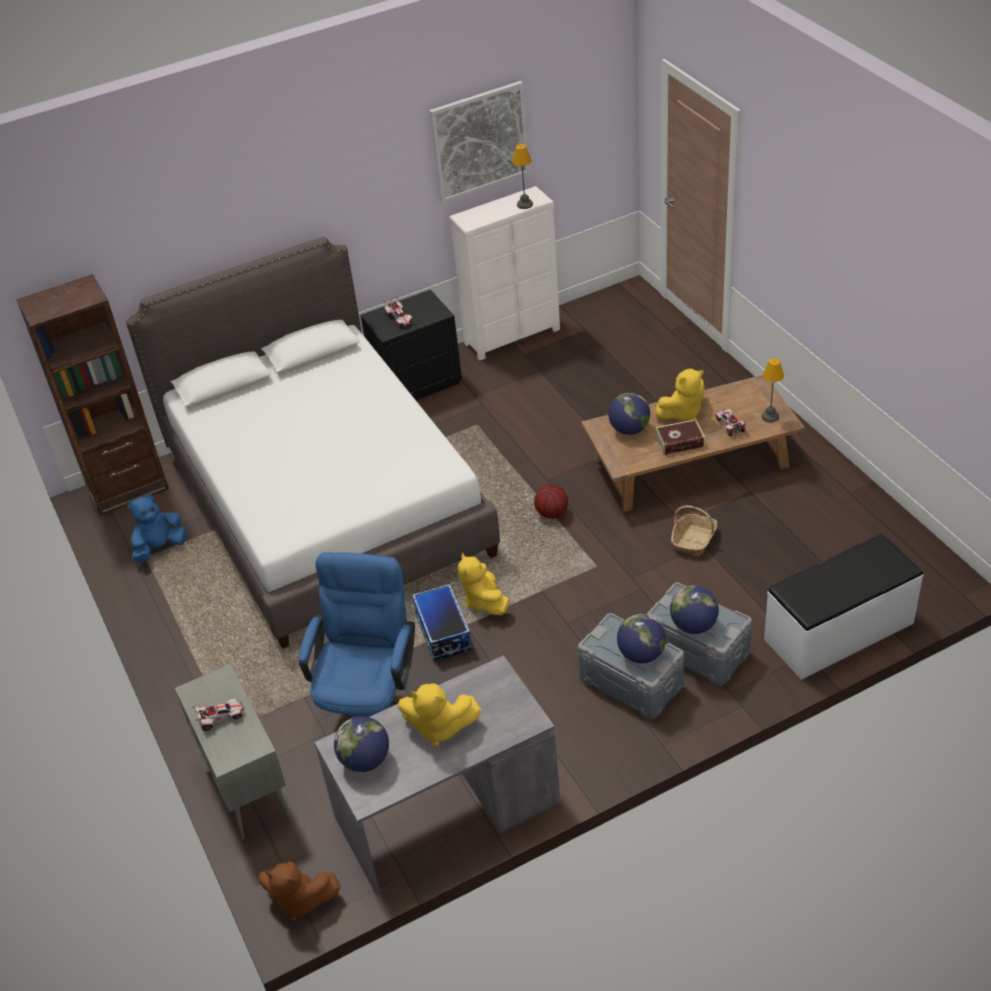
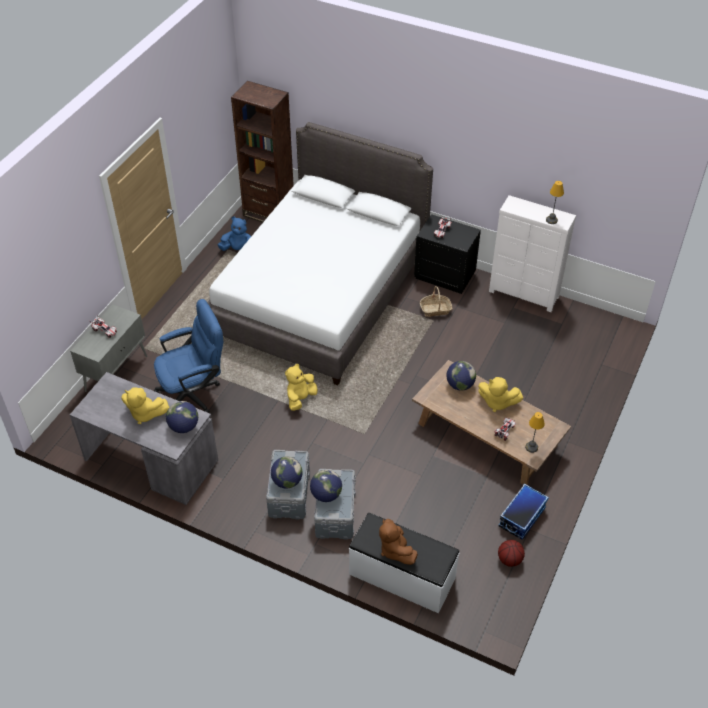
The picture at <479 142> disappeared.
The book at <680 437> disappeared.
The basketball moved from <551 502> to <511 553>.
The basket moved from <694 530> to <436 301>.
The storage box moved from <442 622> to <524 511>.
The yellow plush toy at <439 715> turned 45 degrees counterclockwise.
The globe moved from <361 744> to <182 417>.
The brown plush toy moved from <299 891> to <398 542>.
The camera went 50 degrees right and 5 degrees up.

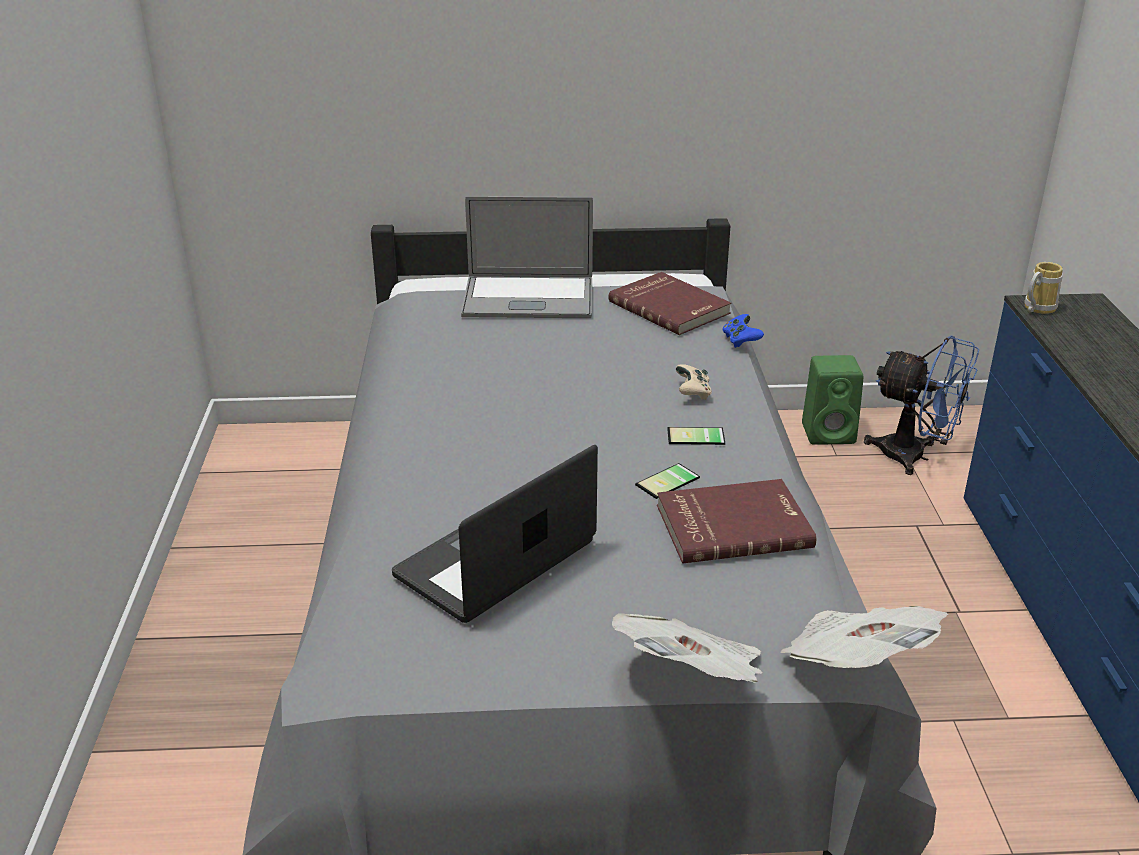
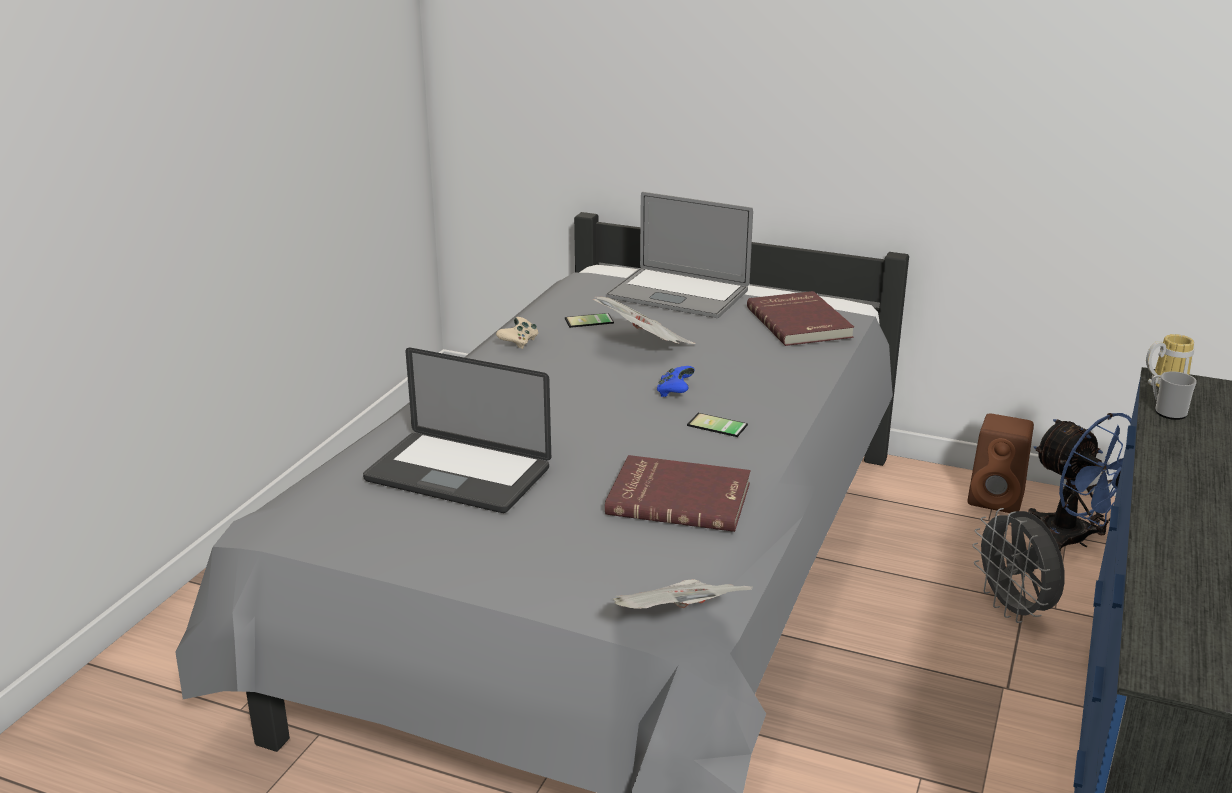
The blue game controller moved from <743 331> to <676 381>.
The green speaker at <832 400> became the brown speaker at <1001 463>.
The beige game controller moved from <694 382> to <517 333>.
The laptop at <495 534> turned 135 degrees counterclockwise.
The phone moved from <667 481> to <589 320>.
The newspaper moved from <687 648> to <644 320>.
The mug at <1174 395> appeared.
The grey fan at <1018 565> appeared.
The camera went 25 degrees right and 5 degrees down.

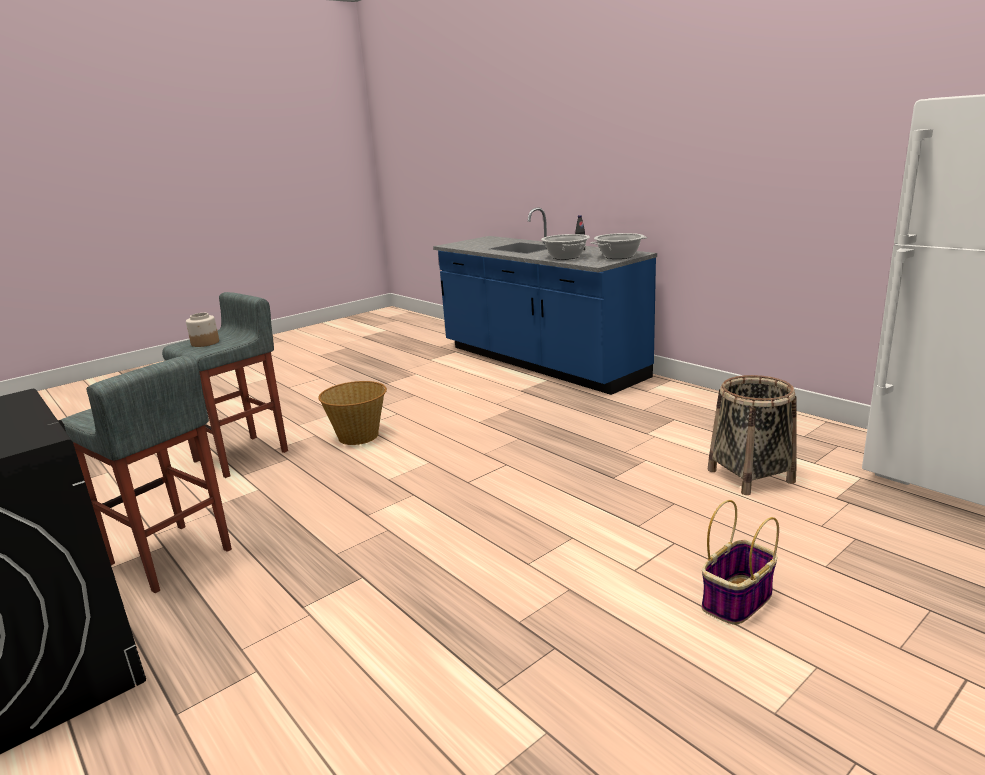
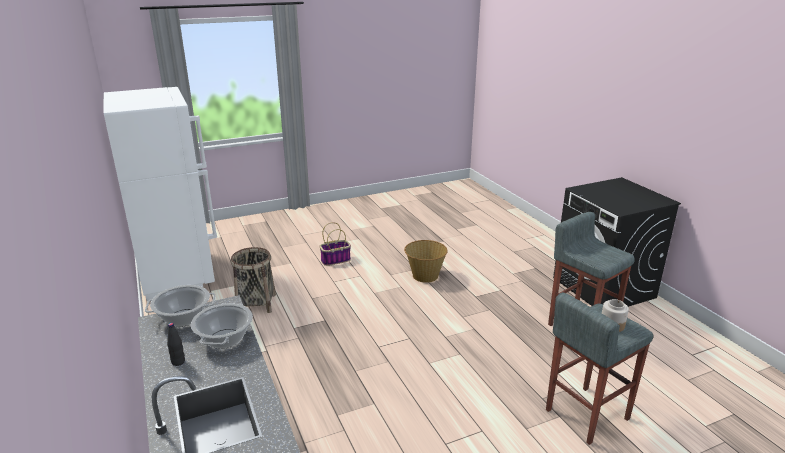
The basket moved from <353 413> to <426 261>.
The camera went 165 degrees left and 5 degrees up.

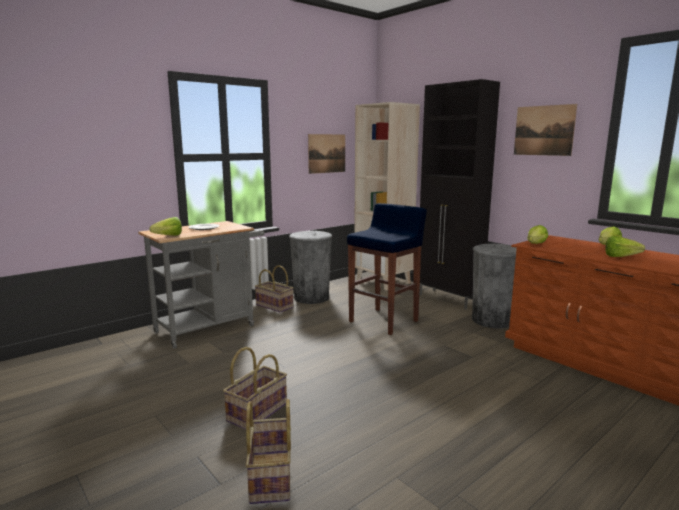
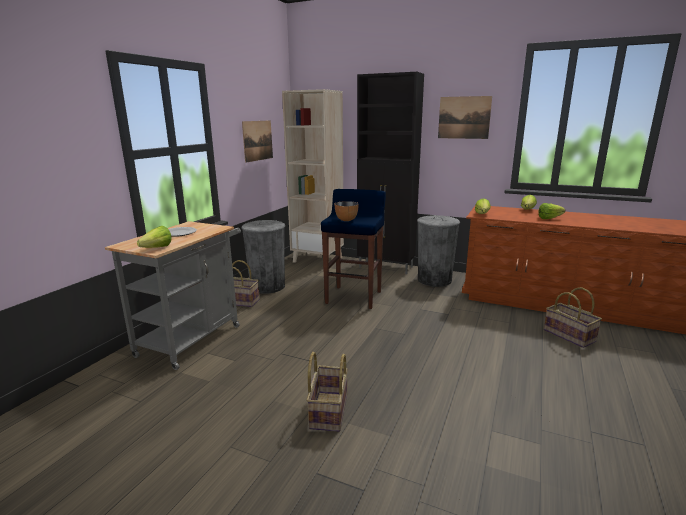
The basket moved from <268 451> to <573 317>.
The bowl at <347 211> appeared.
The camera went 25 degrees left and 5 degrees up.

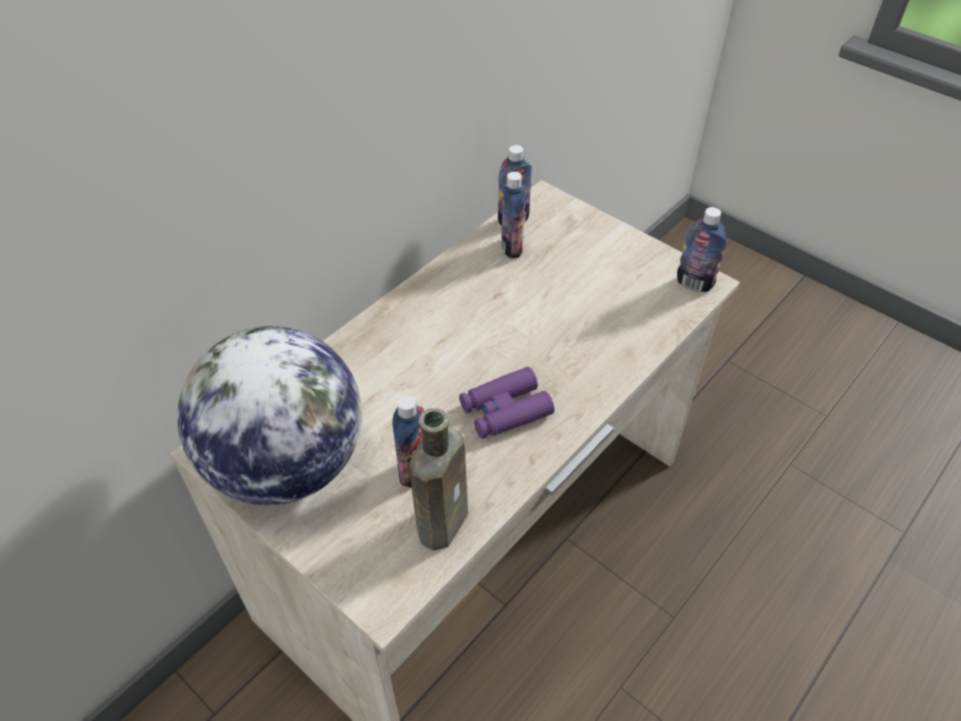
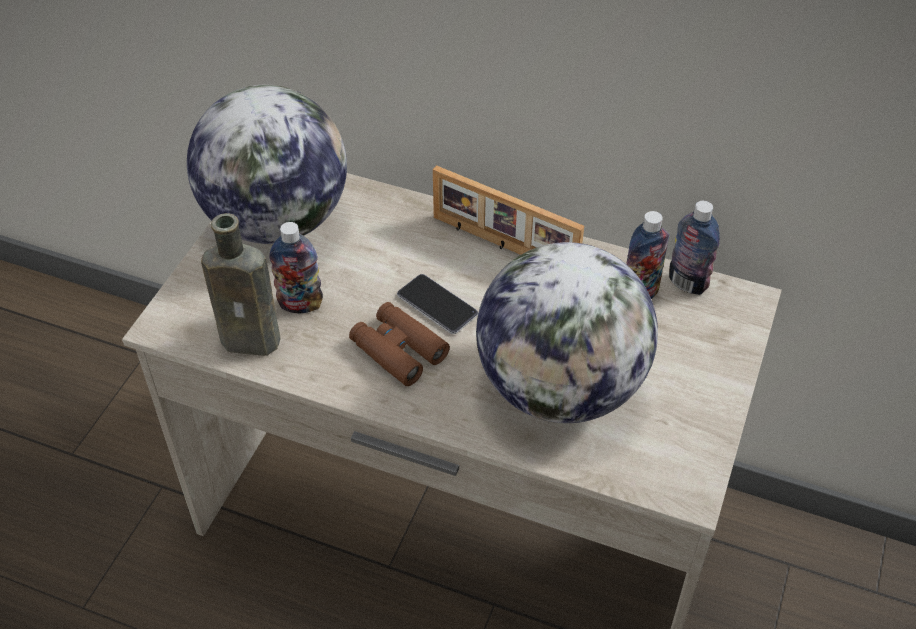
The bottle at <702 249> disappeared.
The purple binoculars at <506 403> became the brown binoculars at <399 344>.
The picture frame at <508 210> appeared.
The globe at <567 332> appeared.
The phone at <437 304> appeared.
The camera went 70 degrees right and 0 degrees up.

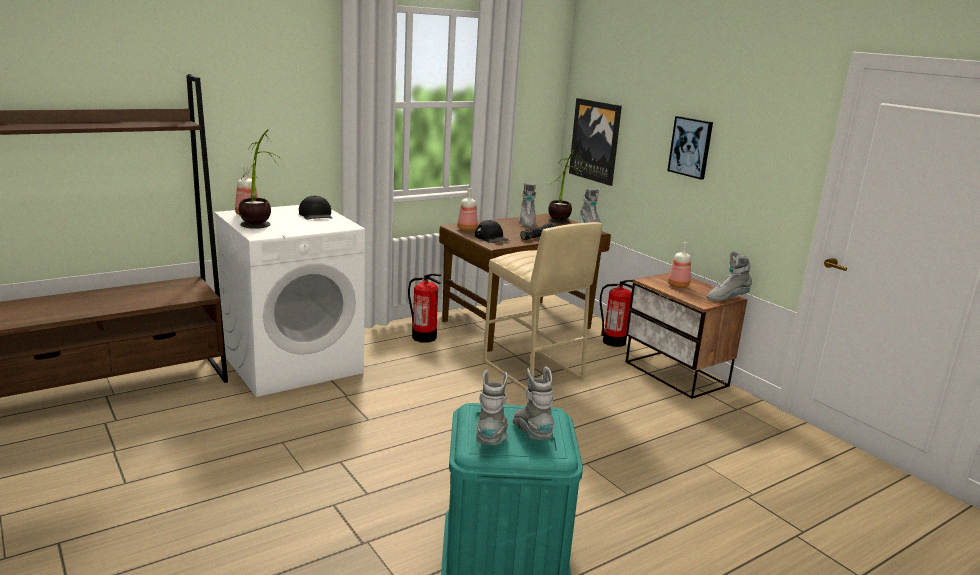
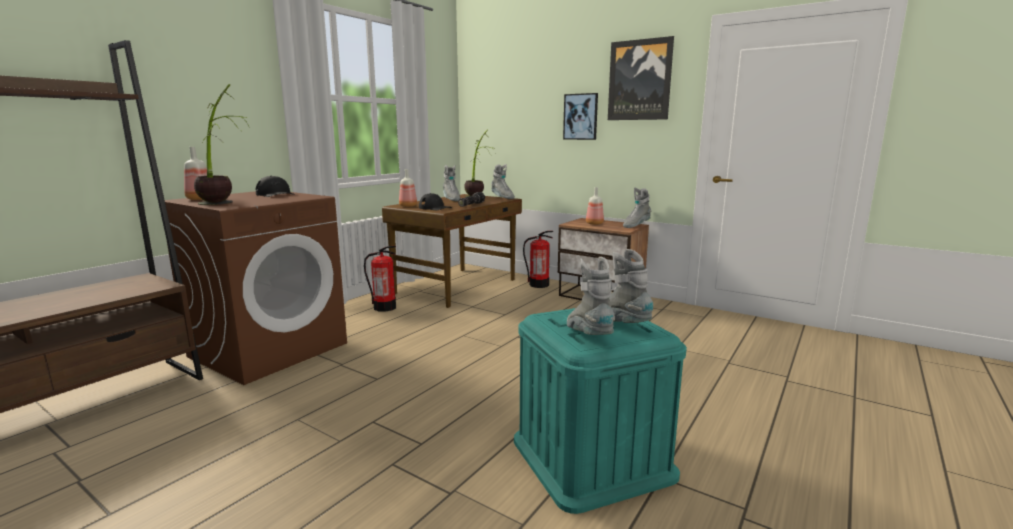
The picture moved from <595 142> to <641 78>.
The white washing machine at <289 301> became the brown washing machine at <256 288>.
The beige stool at <542 306> disappeared.
The camera went 20 degrees left and 5 degrees down.

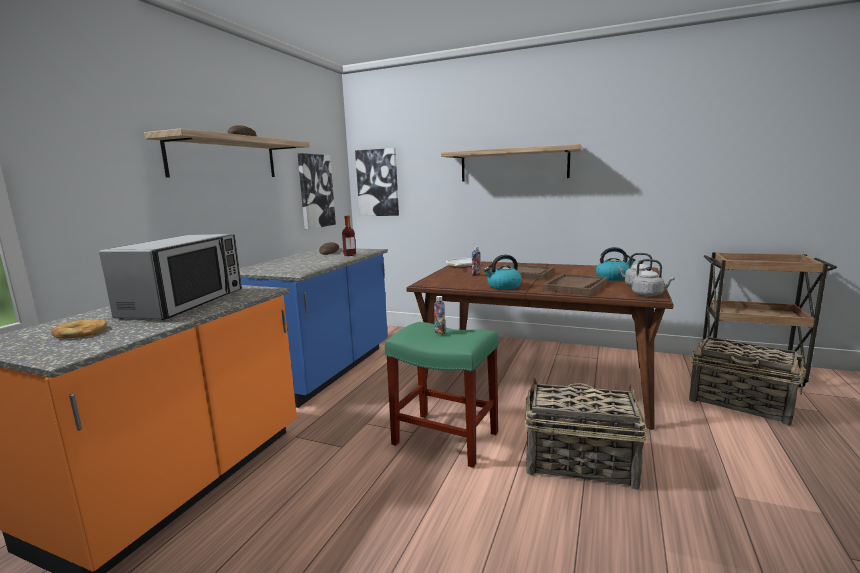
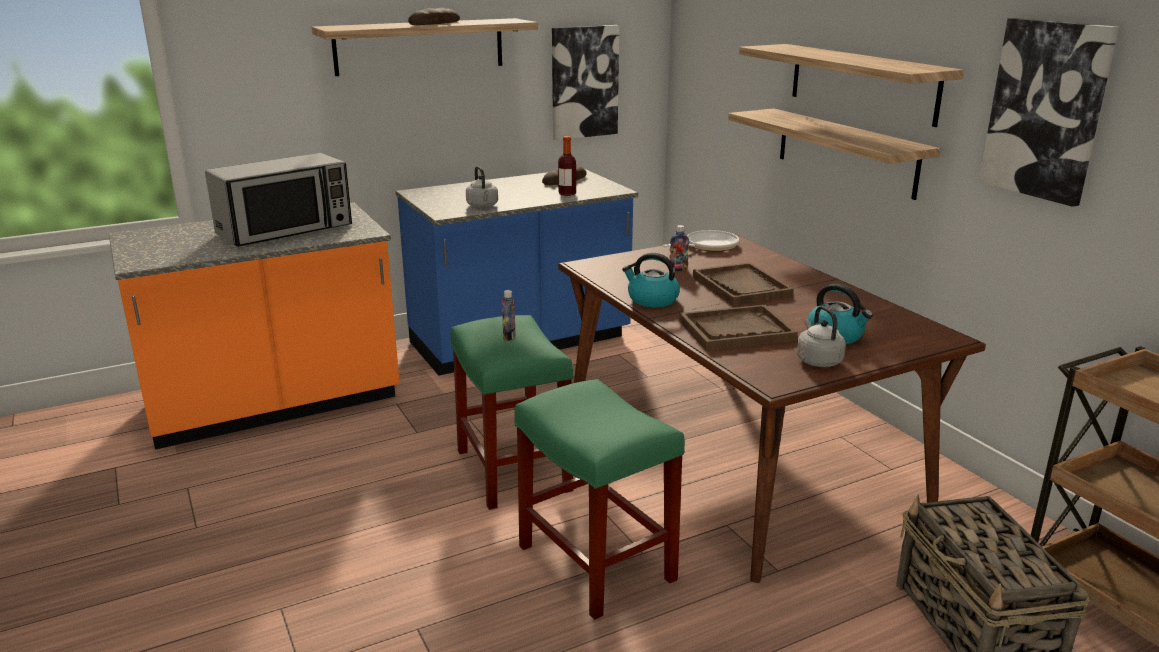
The picture moved from <377 182> to <1049 112>.
The grey kettle moved from <653 277> to <482 187>.
The bread at <79 329> disappeared.
The basket at <586 433> was replaced by the green stool at <599 499>.
The shelf at <834 154> appeared.
The camera went 40 degrees right and 10 degrees up.

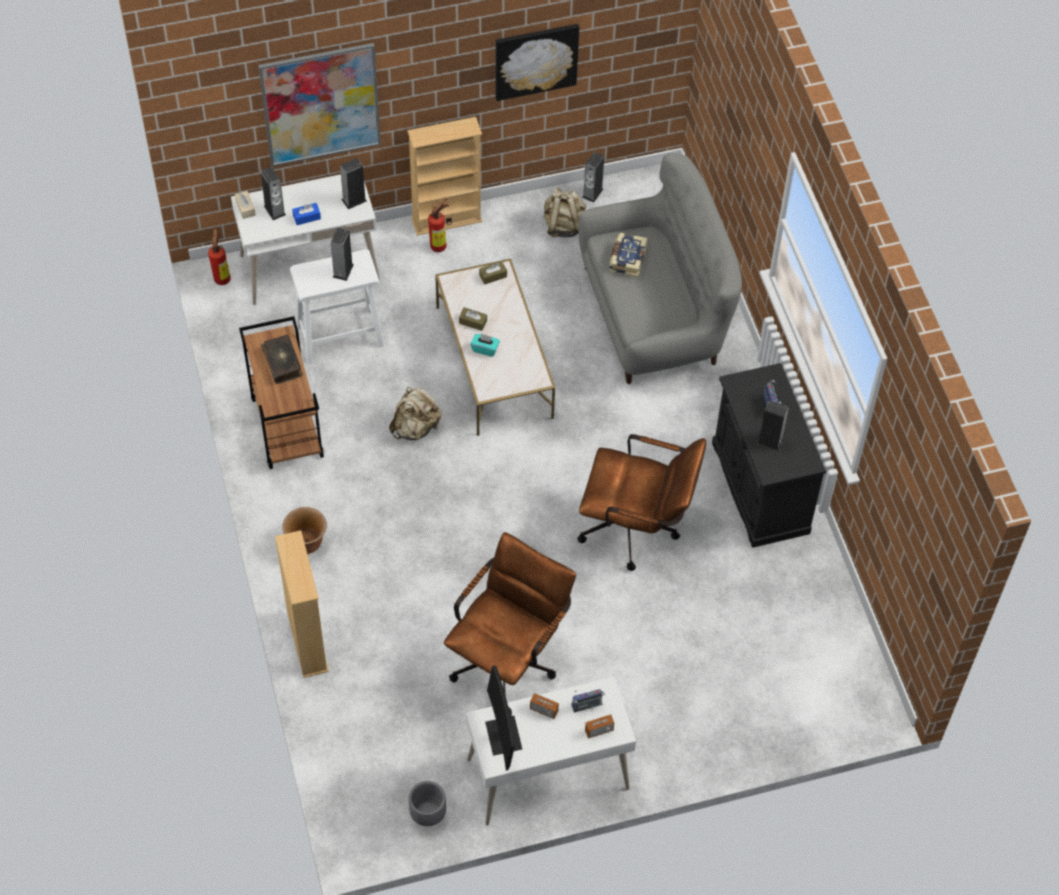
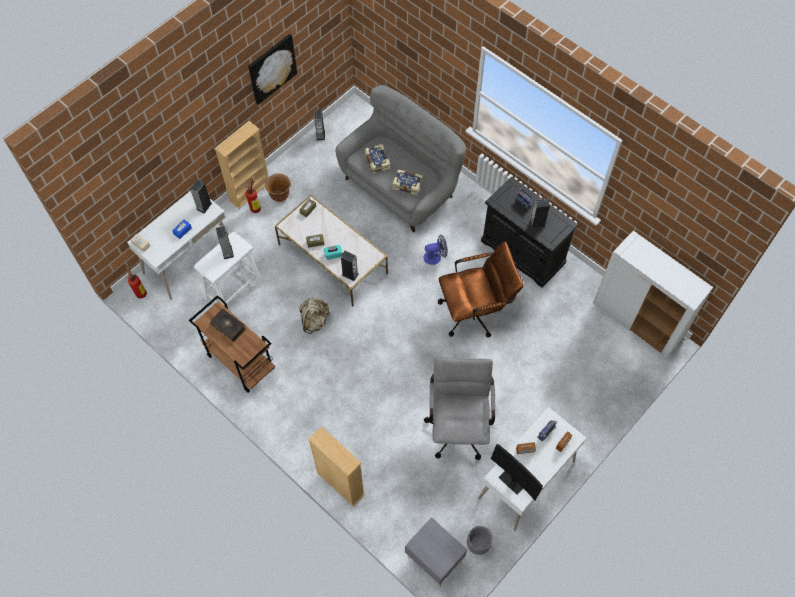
The picture at <319 105> disappeared.
The speaker moved from <273 193> to <349 266>.
The beige backpack at <564 212> disappeared.
The brown planter moved from <304 530> to <278 187>.
The brown office chair at <510 614> became the grey office chair at <460 409>.
The book at <407 182> appeared.
The white cabinet at <653 294> appeared.
The fan at <436 250> appeared.
The grey nightstand at <436 552> appeared.
The camera went 30 degrees left and 5 degrees up.

